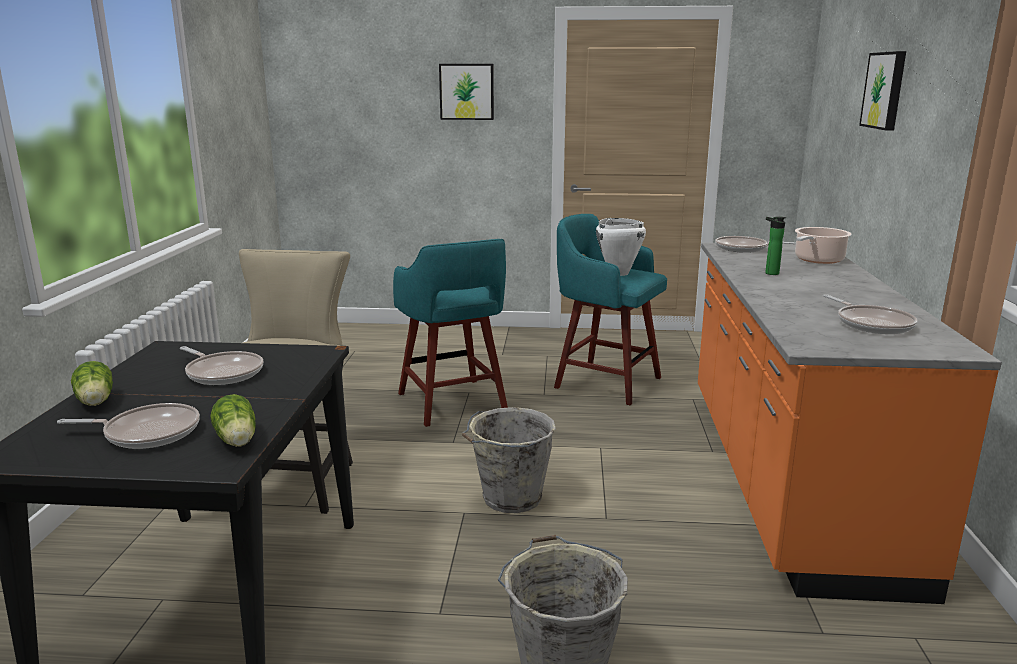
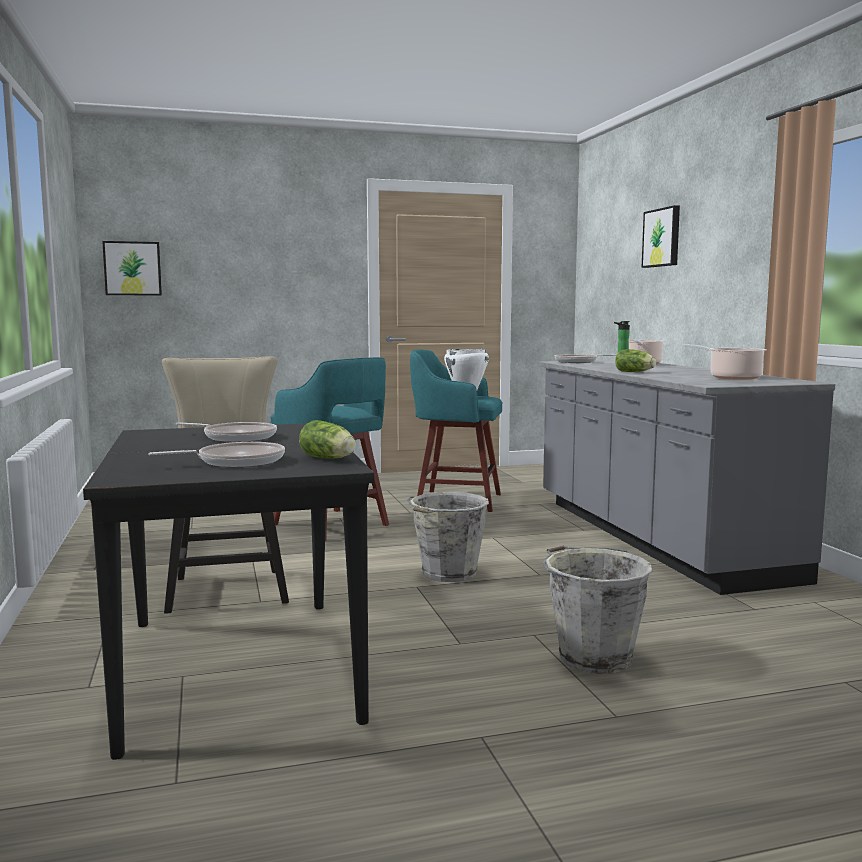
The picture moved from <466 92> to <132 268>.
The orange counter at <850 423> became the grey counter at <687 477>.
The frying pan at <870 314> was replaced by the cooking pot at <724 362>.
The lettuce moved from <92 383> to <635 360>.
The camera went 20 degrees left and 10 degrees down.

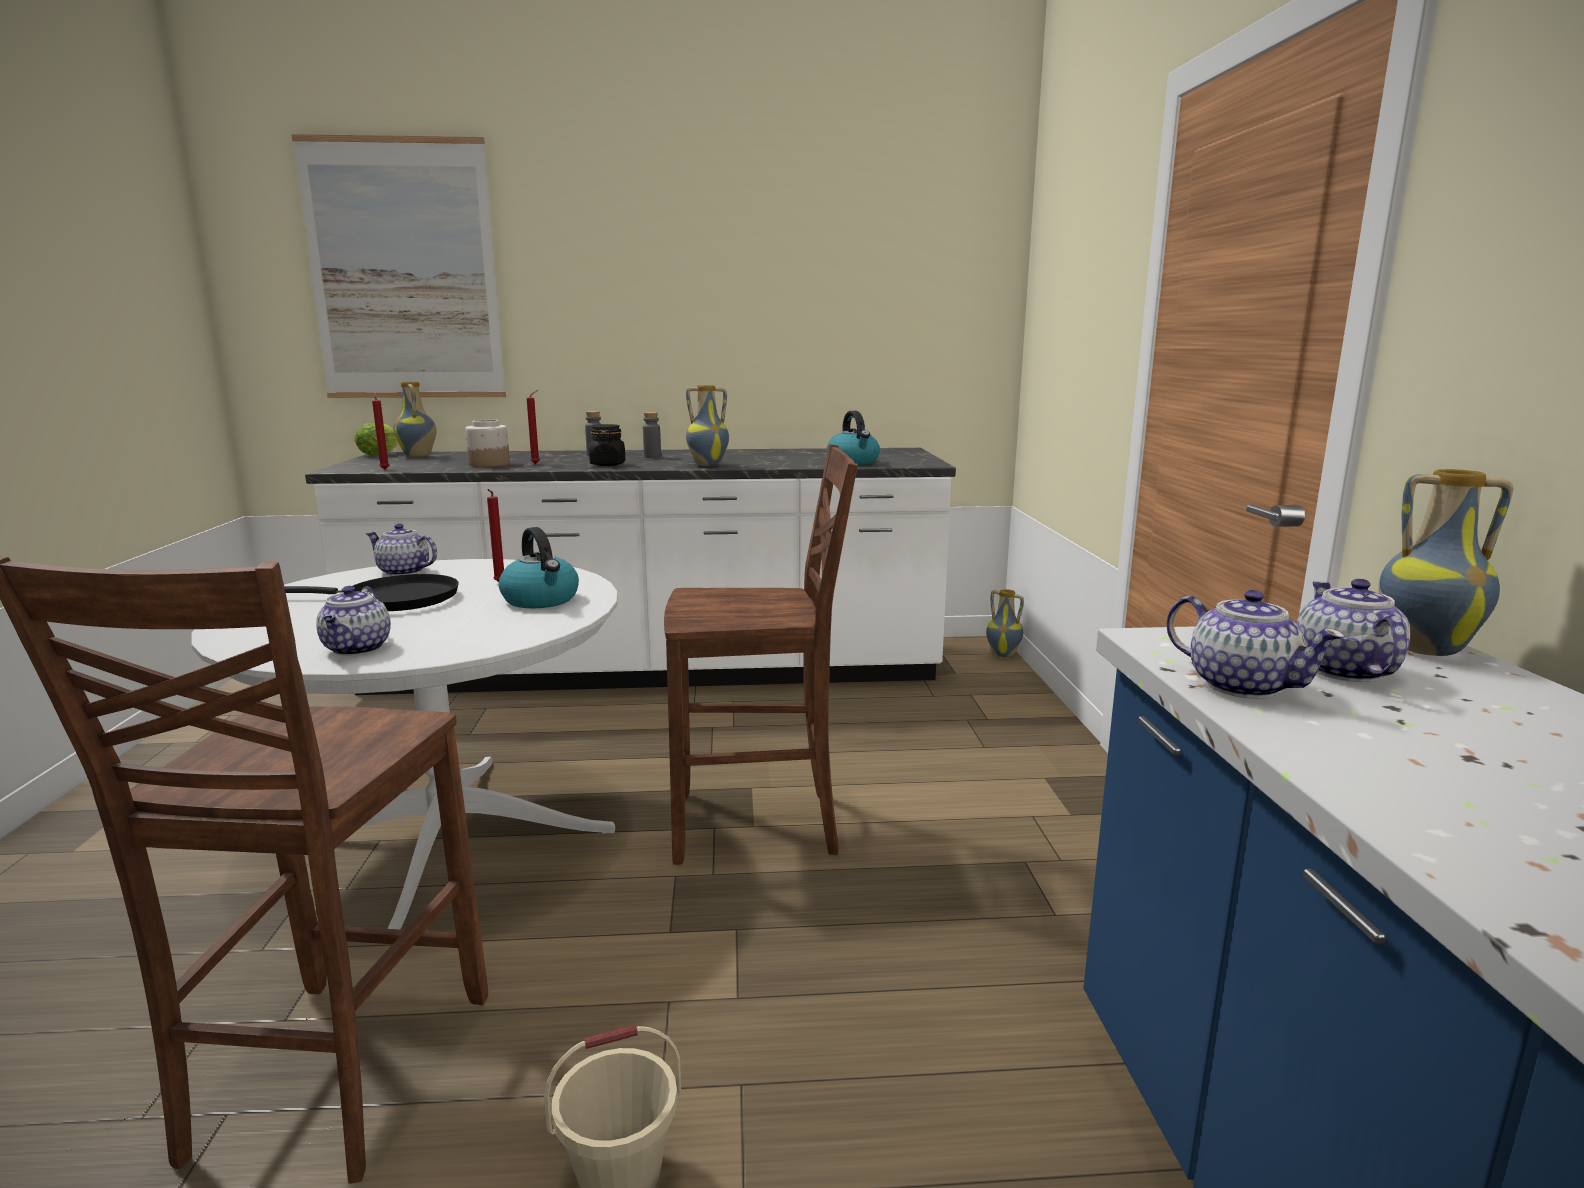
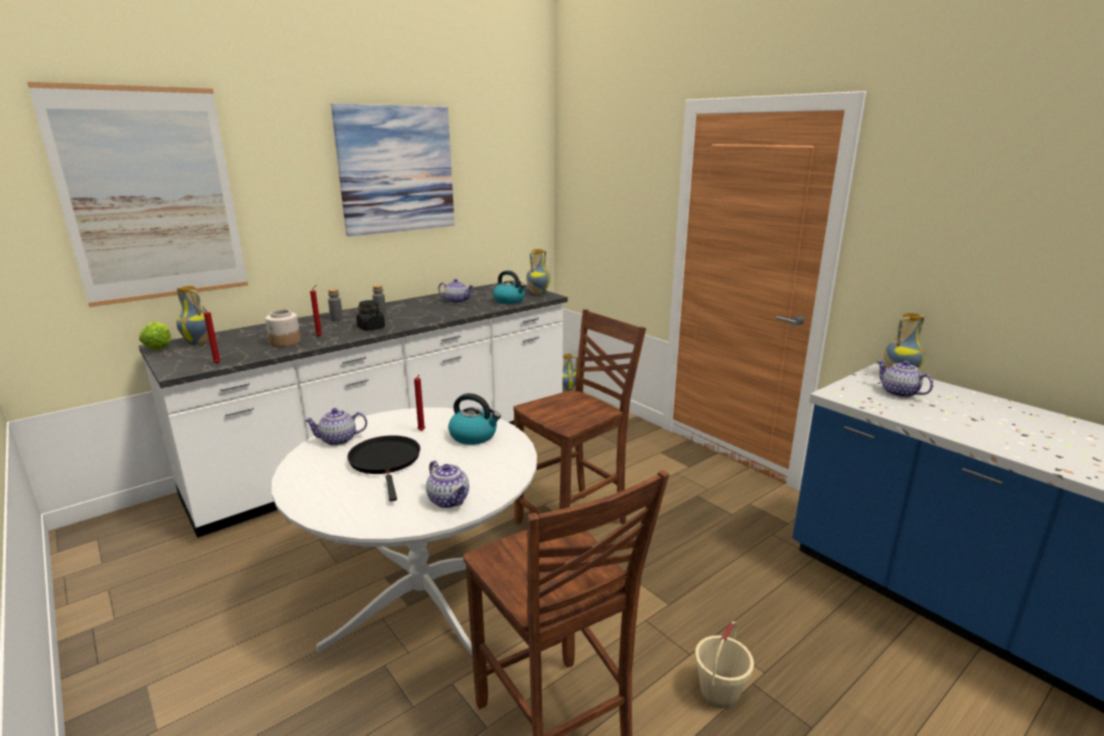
The vase moved from <707 425> to <538 272>.
The black frying pan at <371 592> turned 75 degrees counterclockwise.
The teapot moved from <1255 644> to <456 291>.
The picture at <393 169> appeared.
The camera went 35 degrees left and 5 degrees up.

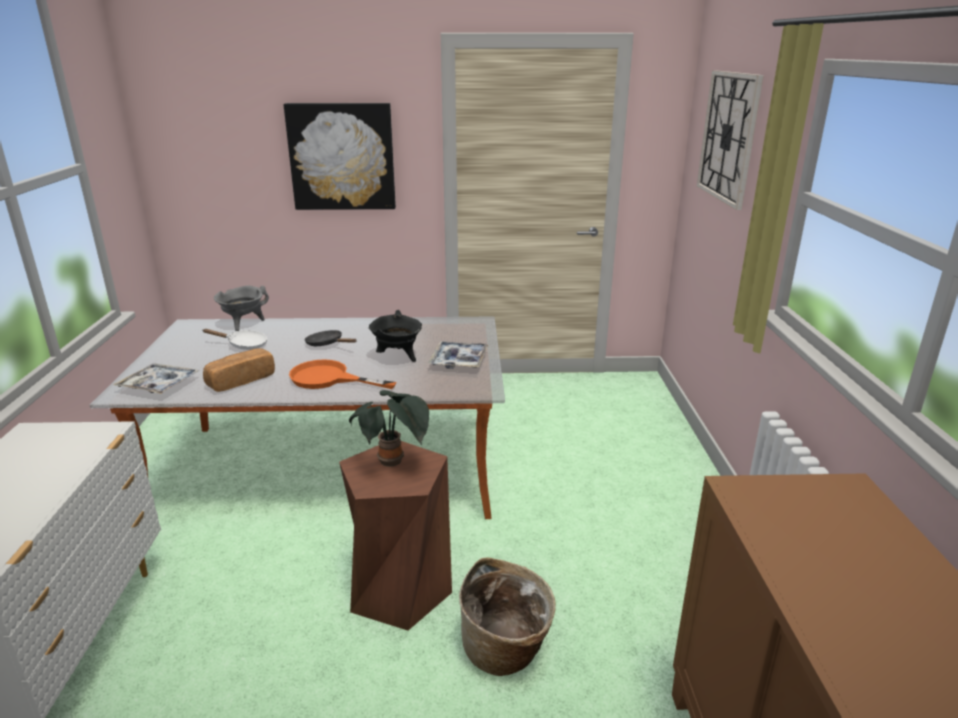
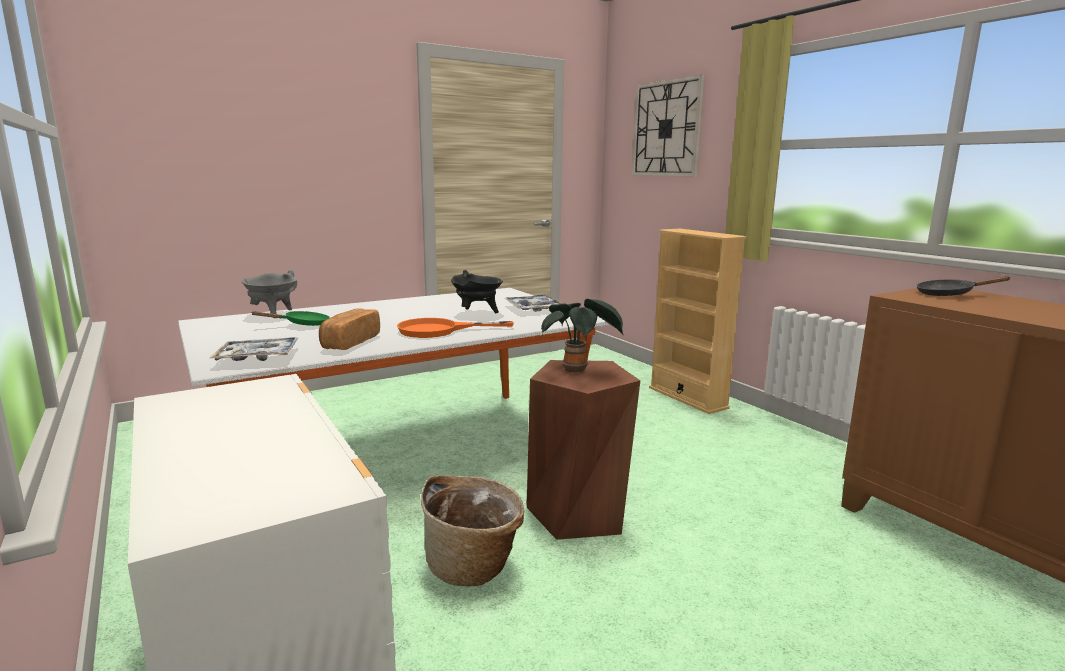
The picture at <340 156> disappeared.
The white frying pan at <235 339> became the green frying pan at <290 318>.
The black frying pan moved from <330 338> to <963 286>.
The basket moved from <507 617> to <473 530>.
The beige bookcase at <697 321> appeared.
The camera went 30 degrees left and 10 degrees down.

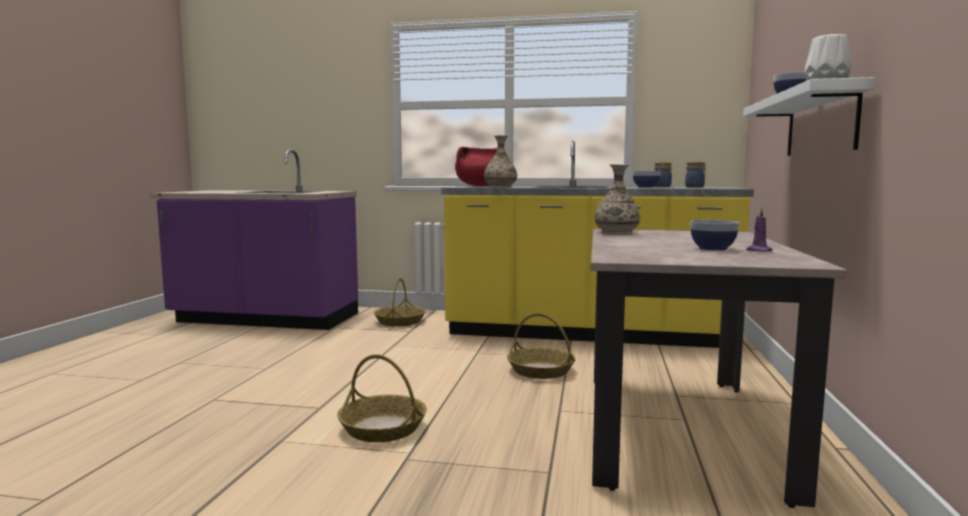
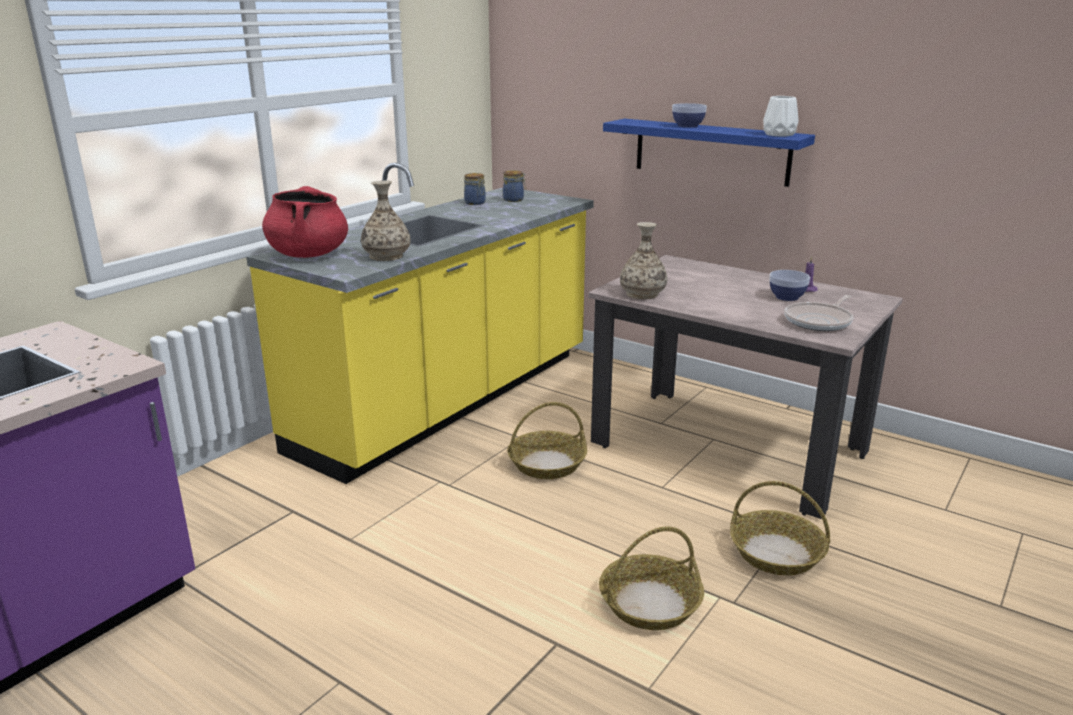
The white shelf at <809 116> became the blue shelf at <709 153>.
The bowl at <647 179> disappeared.
The basket moved from <400 302> to <780 528>.
The frying pan at <818 313> appeared.
The camera went 65 degrees left and 15 degrees up.

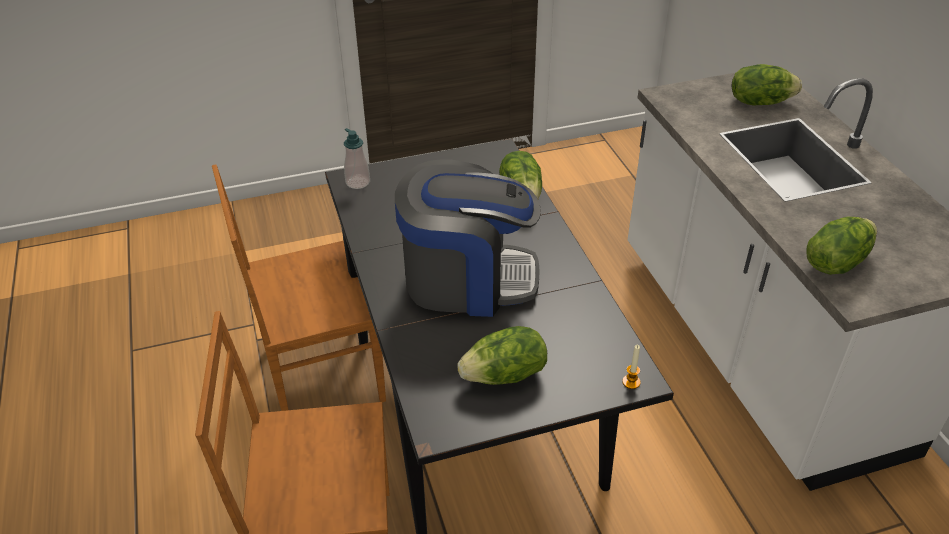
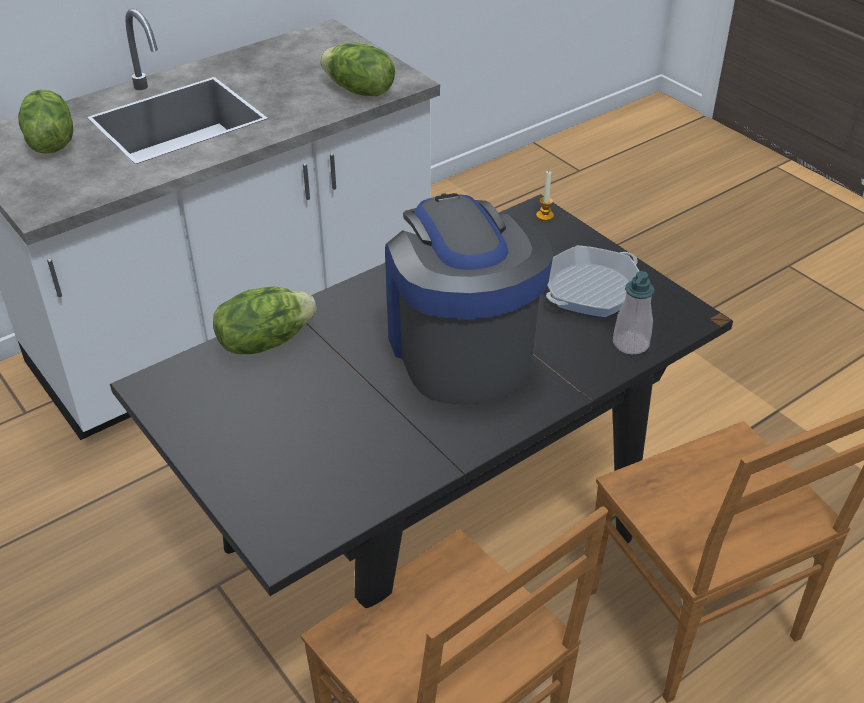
The soap dispenser moved from <357 158> to <634 312>.
The lettuce at <502 355> was replaced by the frying pan at <592 281>.
The camera went 110 degrees left and 0 degrees up.

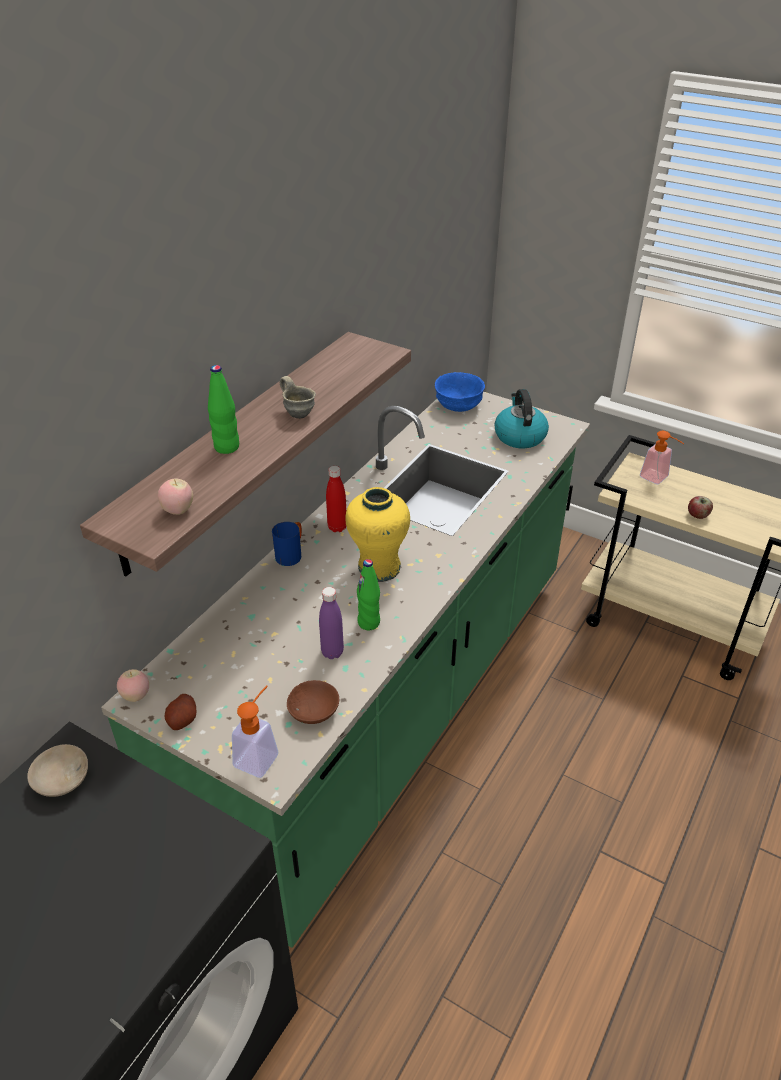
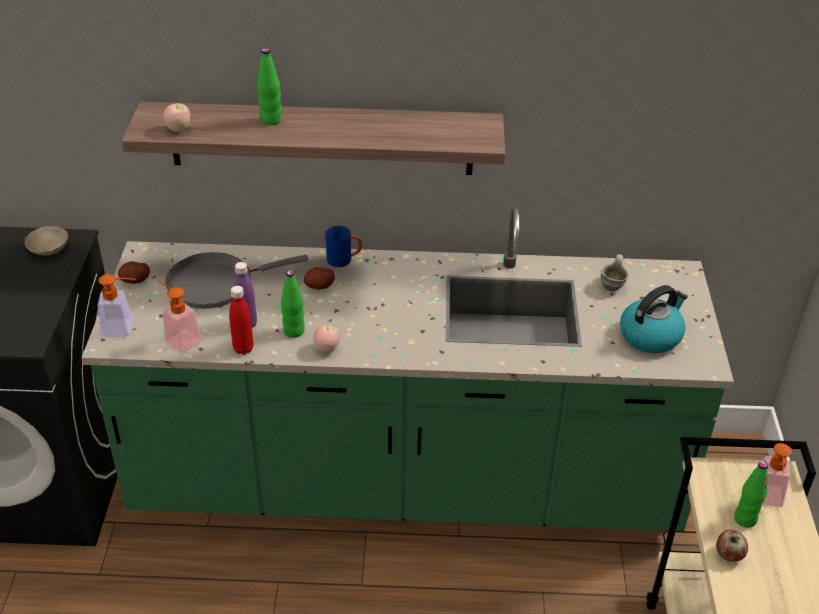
The blue bowl at <460 392> disappeared.
The grey mug moved from <298 397> to <614 272>.
The red bottle moved from <336 499> to <241 320>.
The yellow vase at <377 534> disappeared.
The apple moved from <133 685> to <326 339>.
The brown bowl at <313 702> was replaced by the soap dispenser at <180 317>.
The grey frying pan at <236 280> appeared.
The potato at <319 278> appeared.
The green bottle at <751 494> appeared.
The camera went 60 degrees right and 0 degrees up.

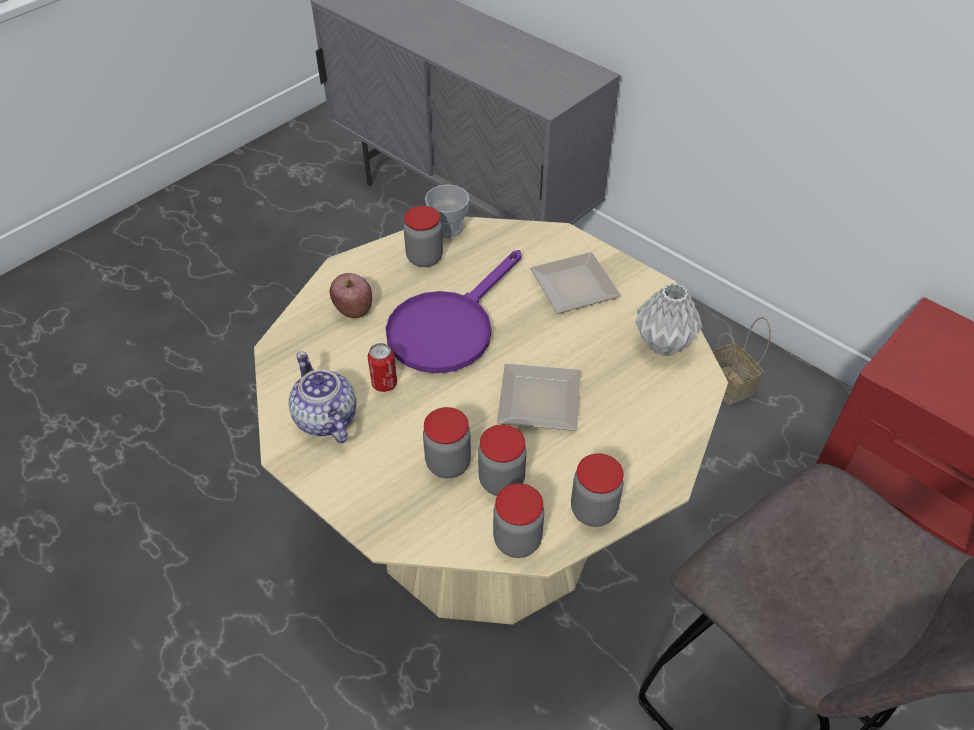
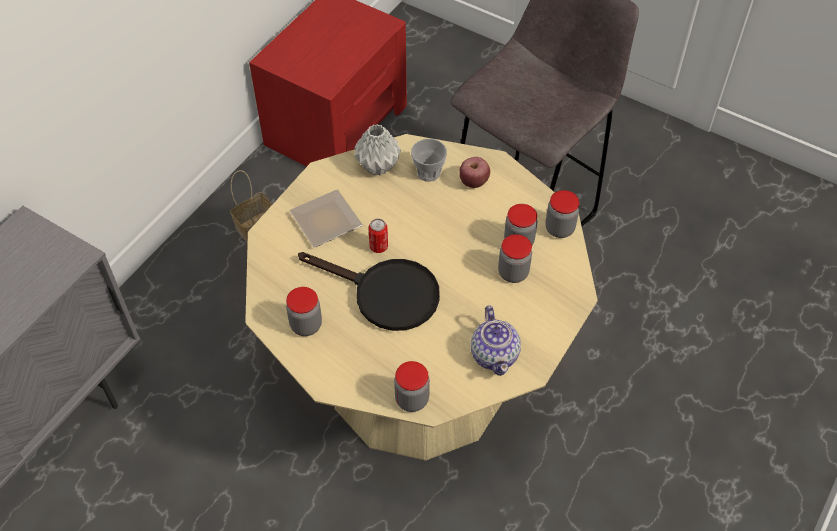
The cup moved from <447 211> to <429 160>.
The purple frying pan at <453 311> became the black frying pan at <369 291>.
The apple moved from <351 295> to <474 172>.
The can moved from <382 367> to <378 236>.
The teapot at <323 397> turned 60 degrees counterclockwise.
The plate at <539 397> disappeared.
The jar moved from <597 490> to <412 386>.
The camera went 100 degrees left and 5 degrees up.

